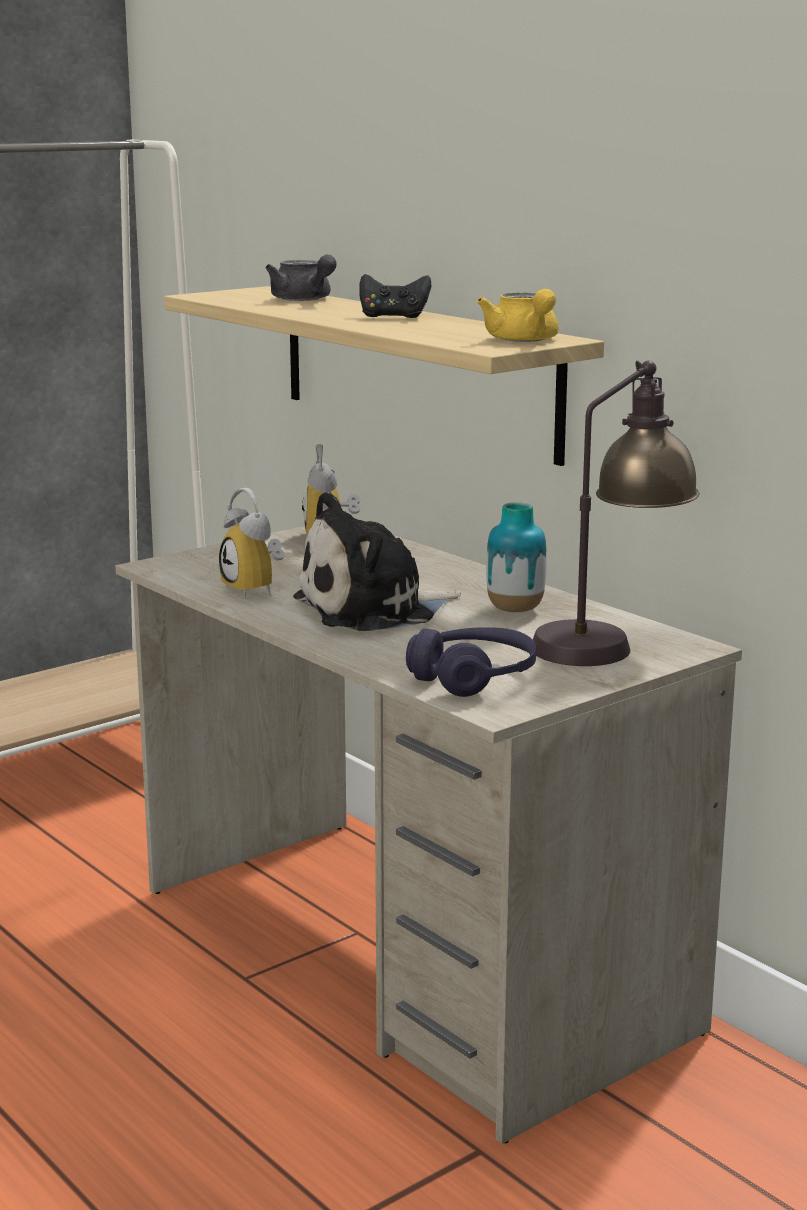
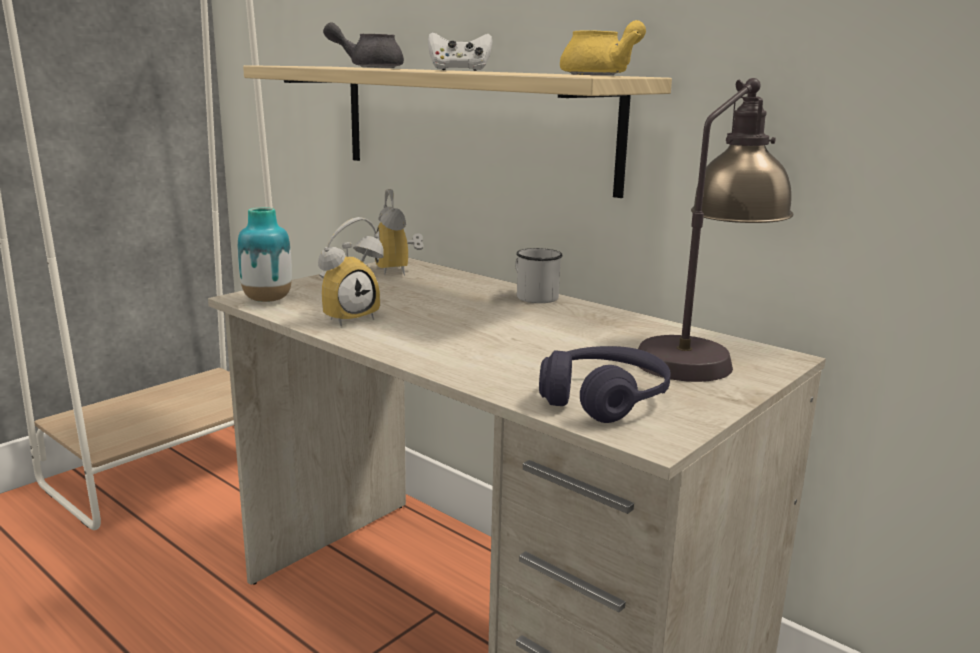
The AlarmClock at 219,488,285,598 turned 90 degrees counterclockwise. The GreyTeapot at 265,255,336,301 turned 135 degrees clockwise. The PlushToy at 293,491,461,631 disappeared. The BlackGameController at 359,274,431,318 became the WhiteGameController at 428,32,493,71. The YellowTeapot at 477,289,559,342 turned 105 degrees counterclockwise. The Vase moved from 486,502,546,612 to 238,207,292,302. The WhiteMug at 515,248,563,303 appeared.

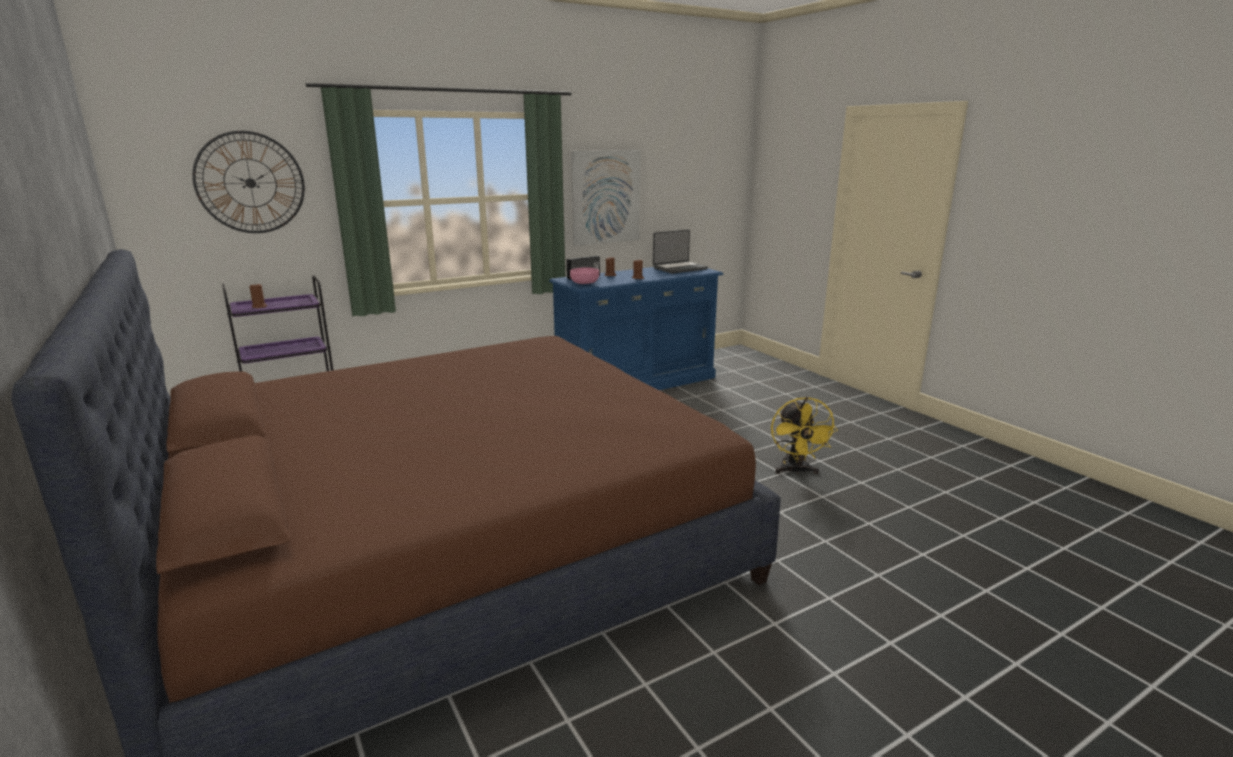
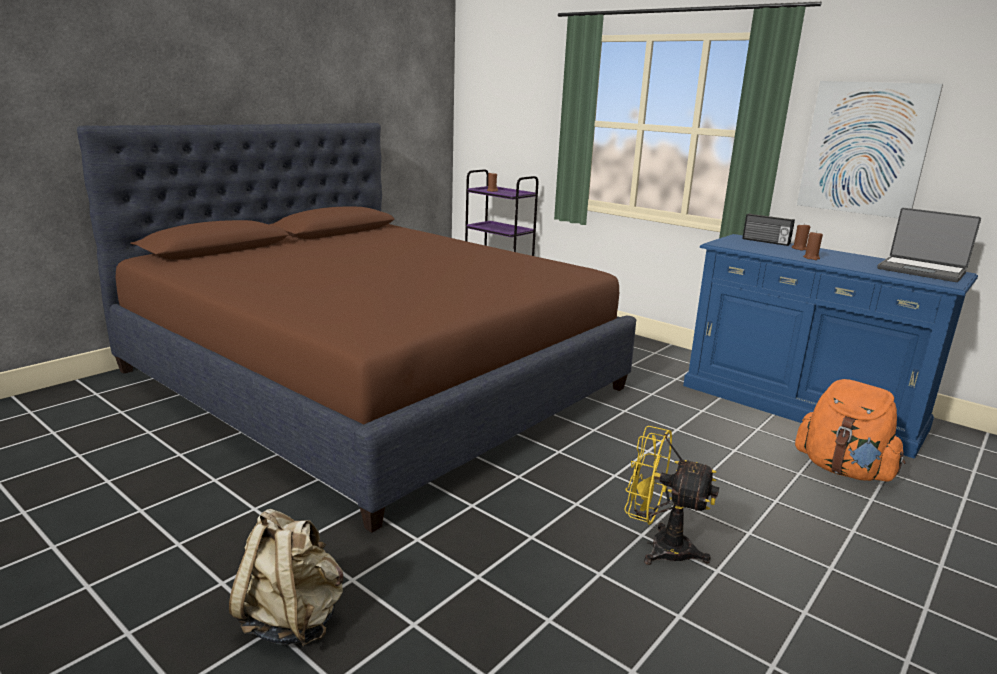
The WallClock at 192,131,305,233 disappeared. The PinkBowl at 570,267,599,284 disappeared. The YellowFan at 771,397,838,475 turned 45 degrees clockwise. The BeigeBackpack at 229,509,343,647 appeared. The OrangeBackpack at 795,379,906,482 appeared.

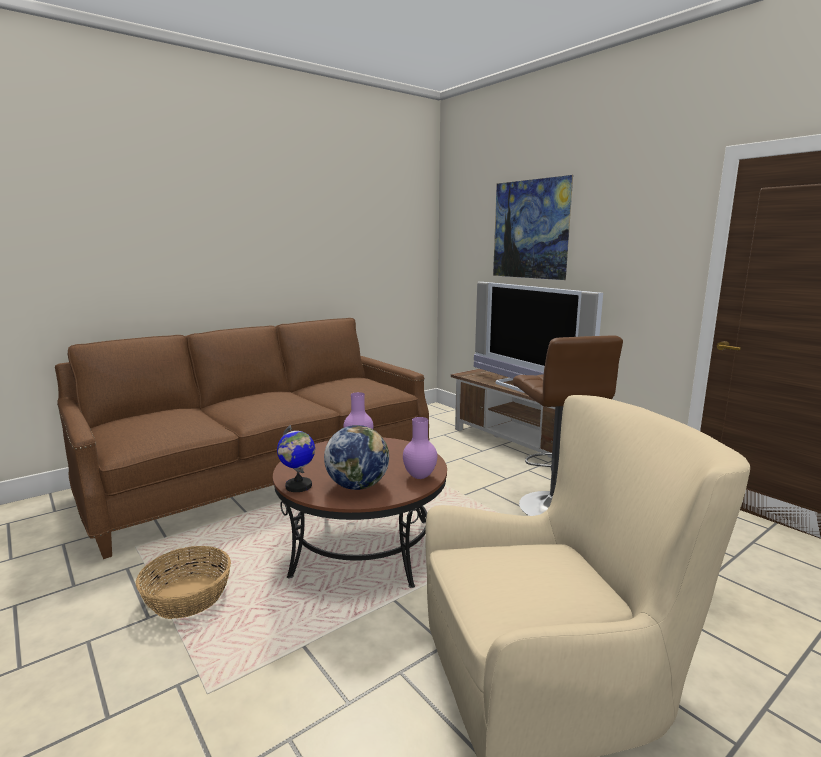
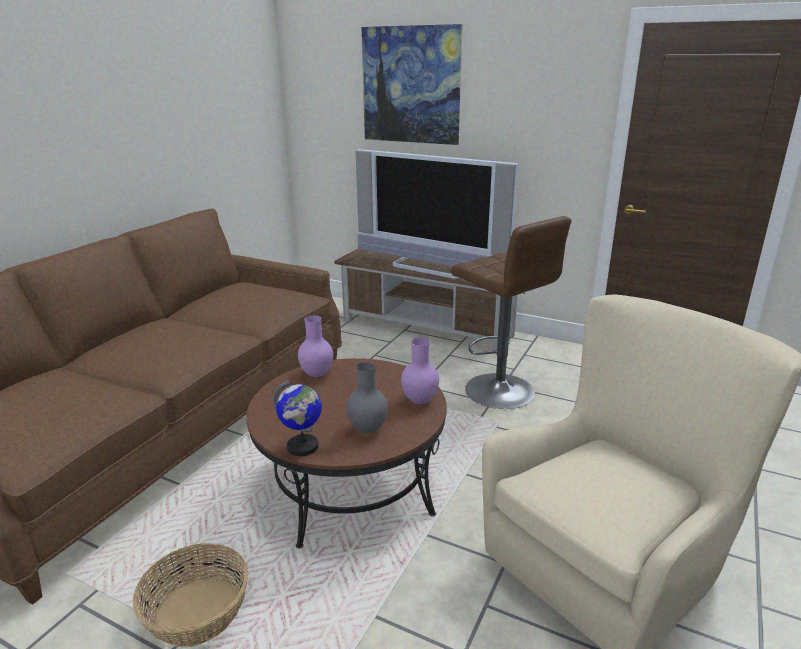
The Globe at 324,425,389,490 was replaced by the GreyVase at 346,362,388,433.

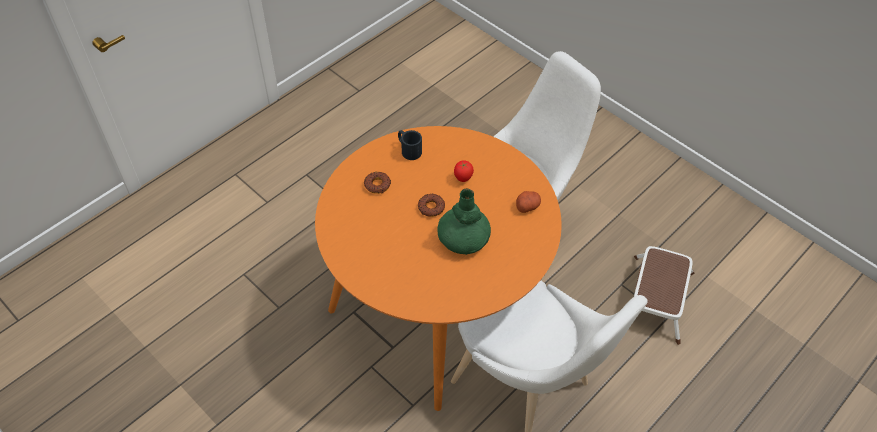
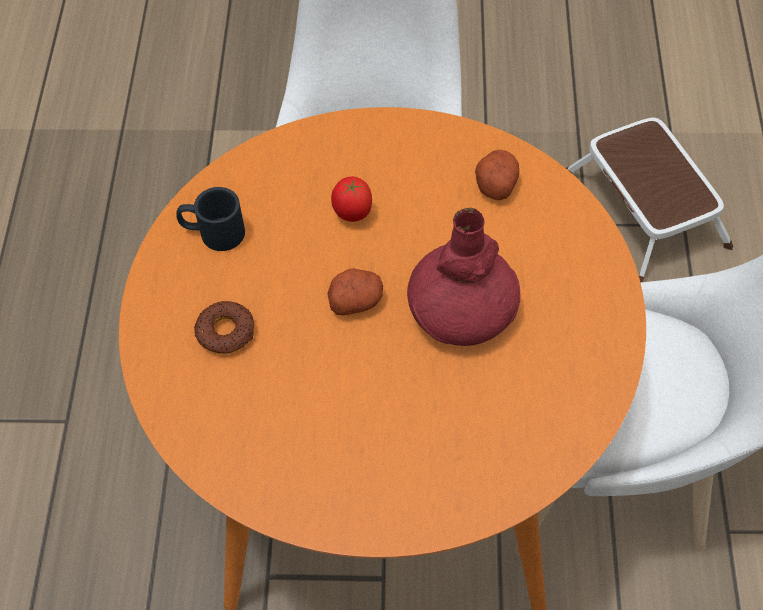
The Donut at 418,194,445,217 was replaced by the Potato at 327,268,383,316. The GreenVase at 437,189,491,255 became the RedVase at 407,208,520,346.

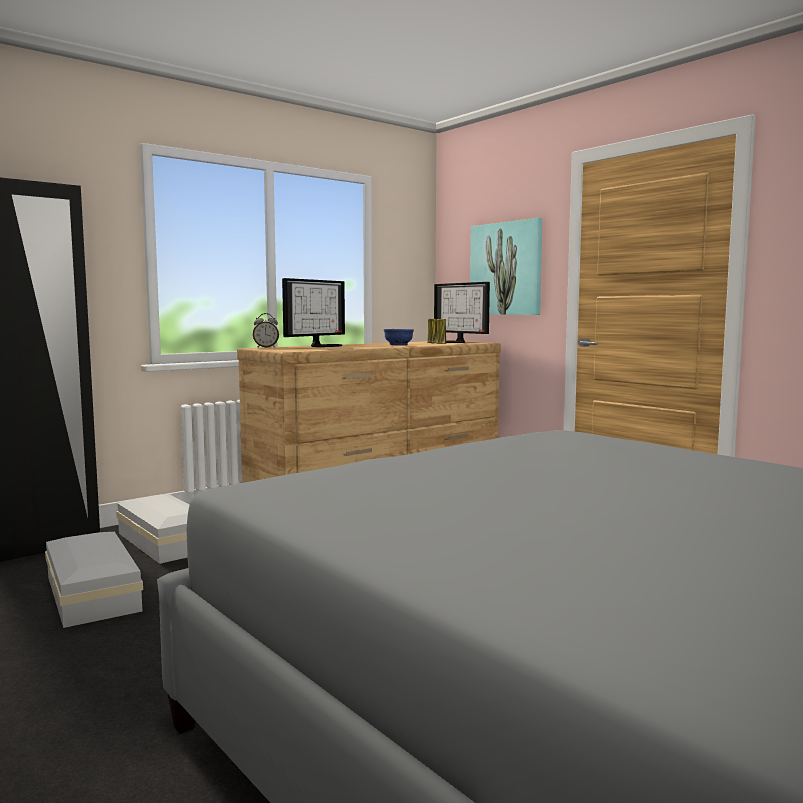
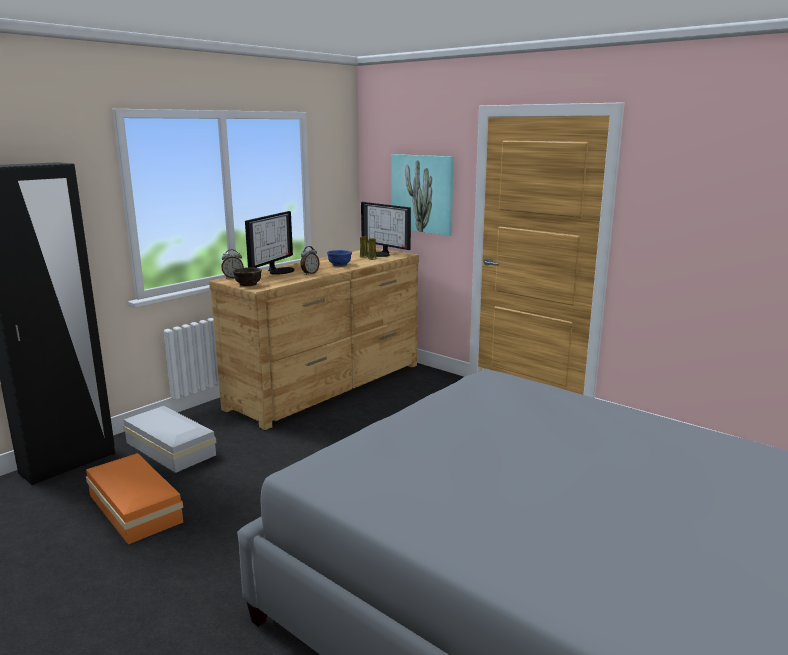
The WhiteStorageBox at 45,532,143,628 became the OrangeStorageBox at 86,453,183,544. The BrownBowl at 233,267,262,286 appeared. The AlarmClock at 301,246,319,275 appeared.

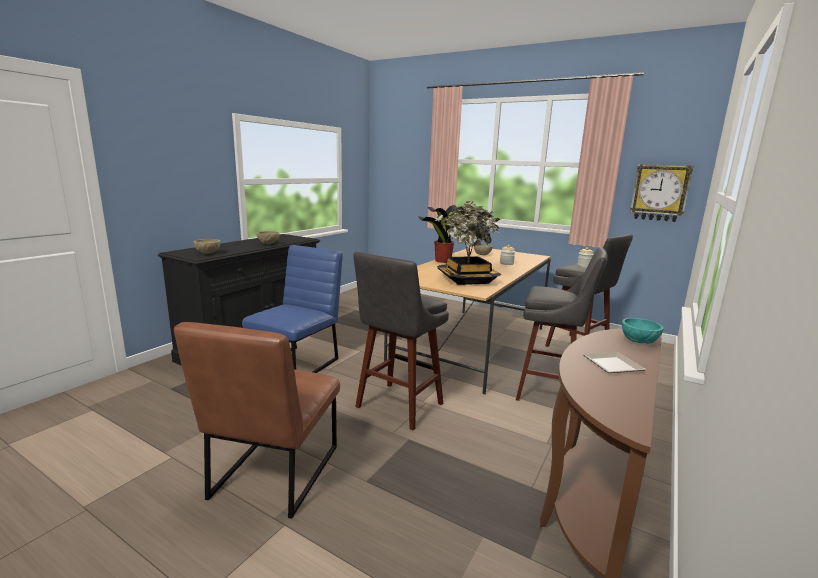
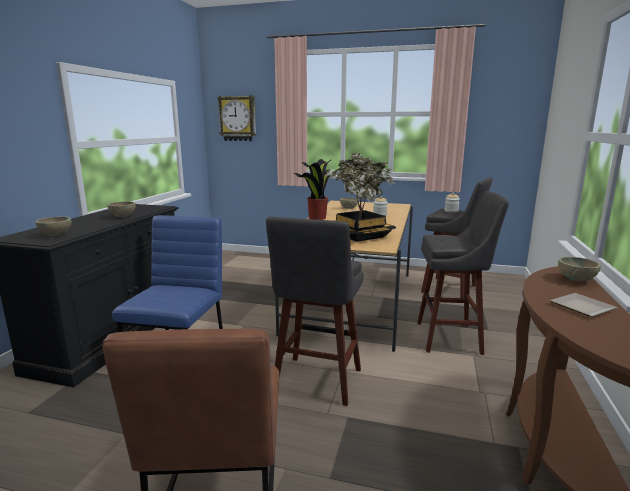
The TurquoiseBowl at 622,318,664,344 became the BeigeBowl at 558,257,601,281. The WallClock moved from 630,164,693,222 to 217,95,256,141.

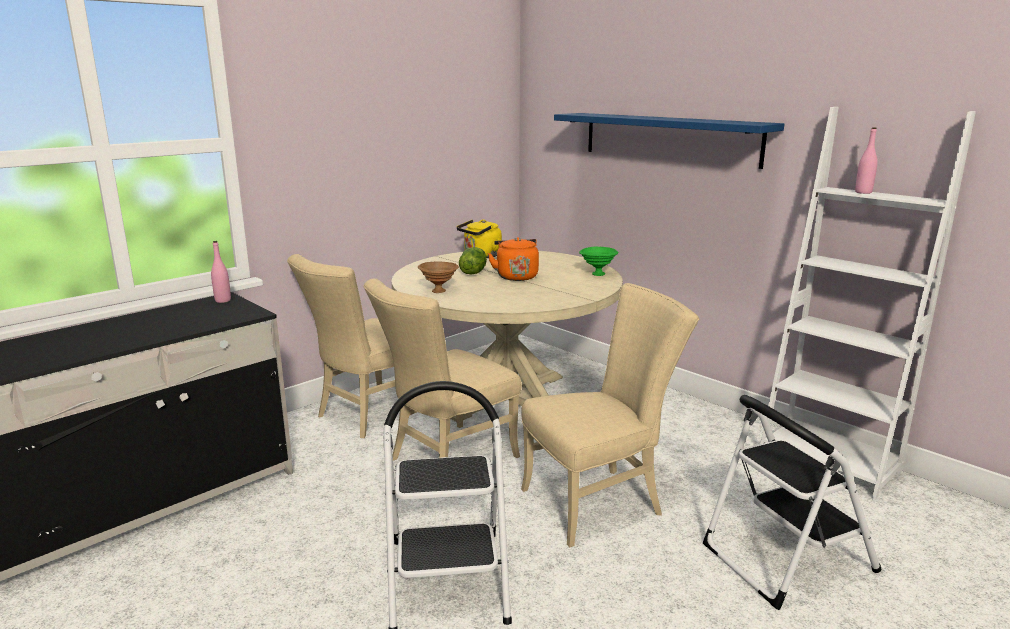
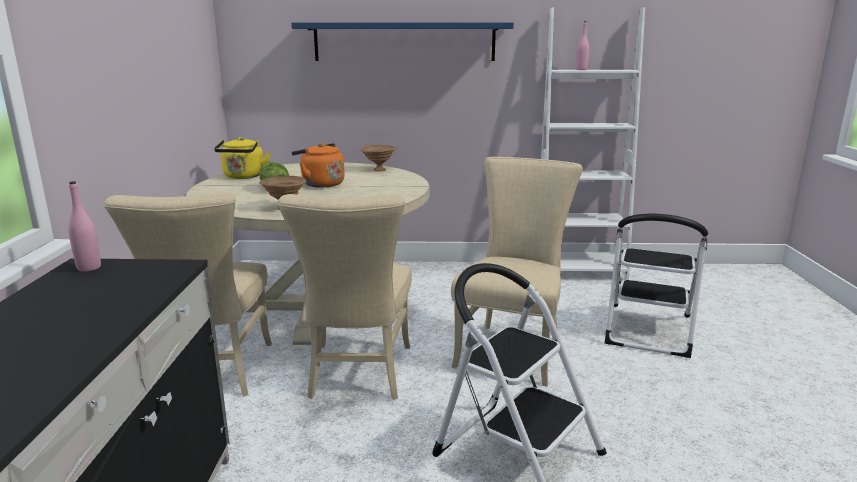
The GreenBowl at 579,247,618,276 became the BrownBowl at 361,145,396,171.

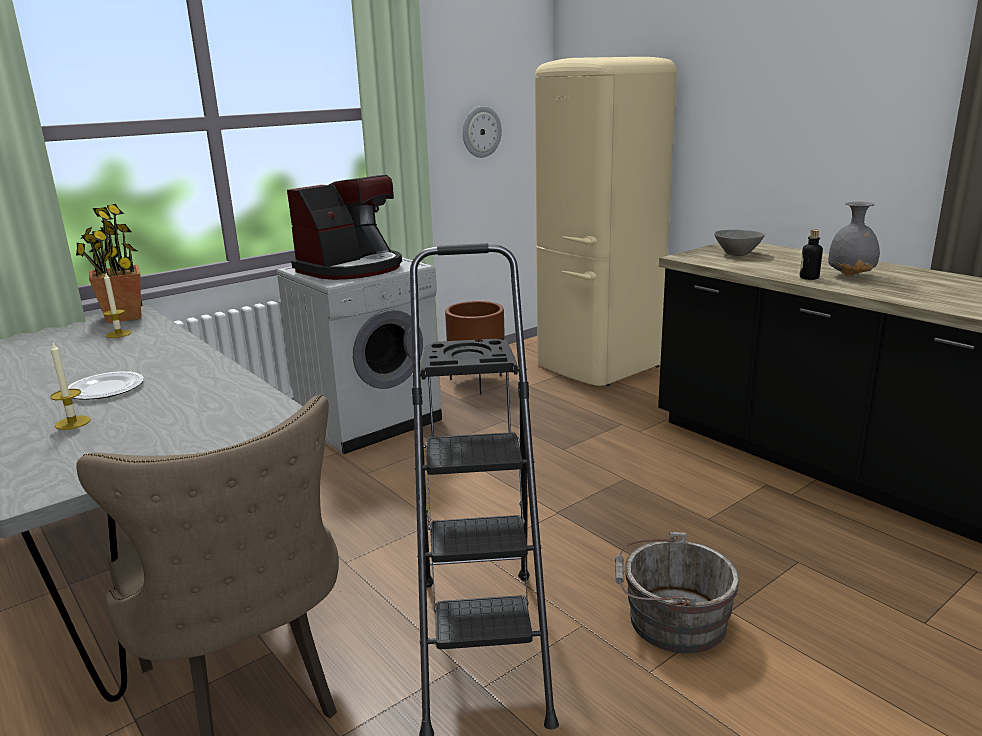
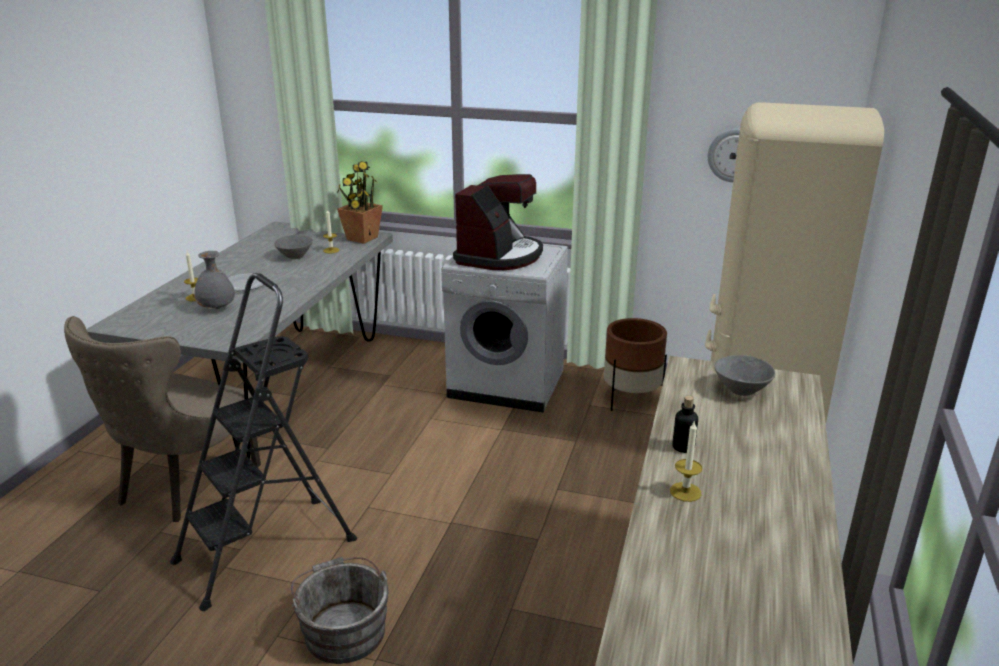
The CoffeeMachine at 287,175,402,280 turned 75 degrees counterclockwise. The GreyVase moved from 828,202,880,276 to 194,251,235,309. The GreyBowl at 274,235,313,259 appeared. The Candle at 670,422,702,502 appeared.

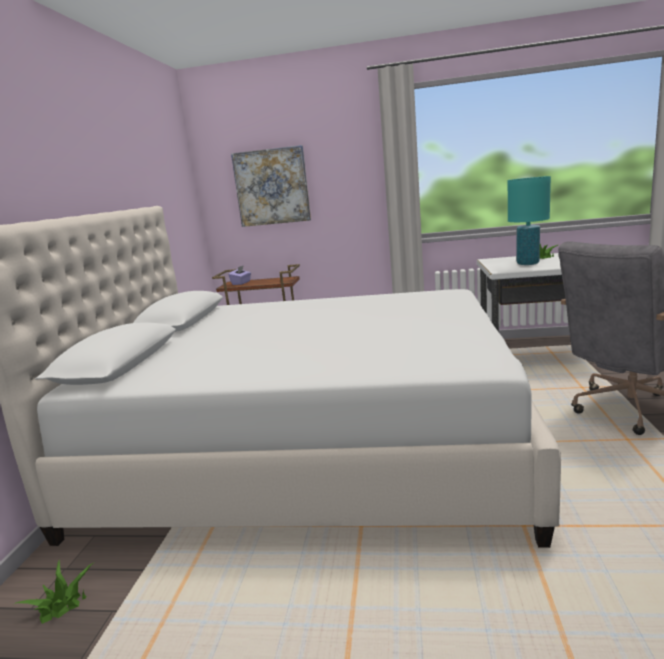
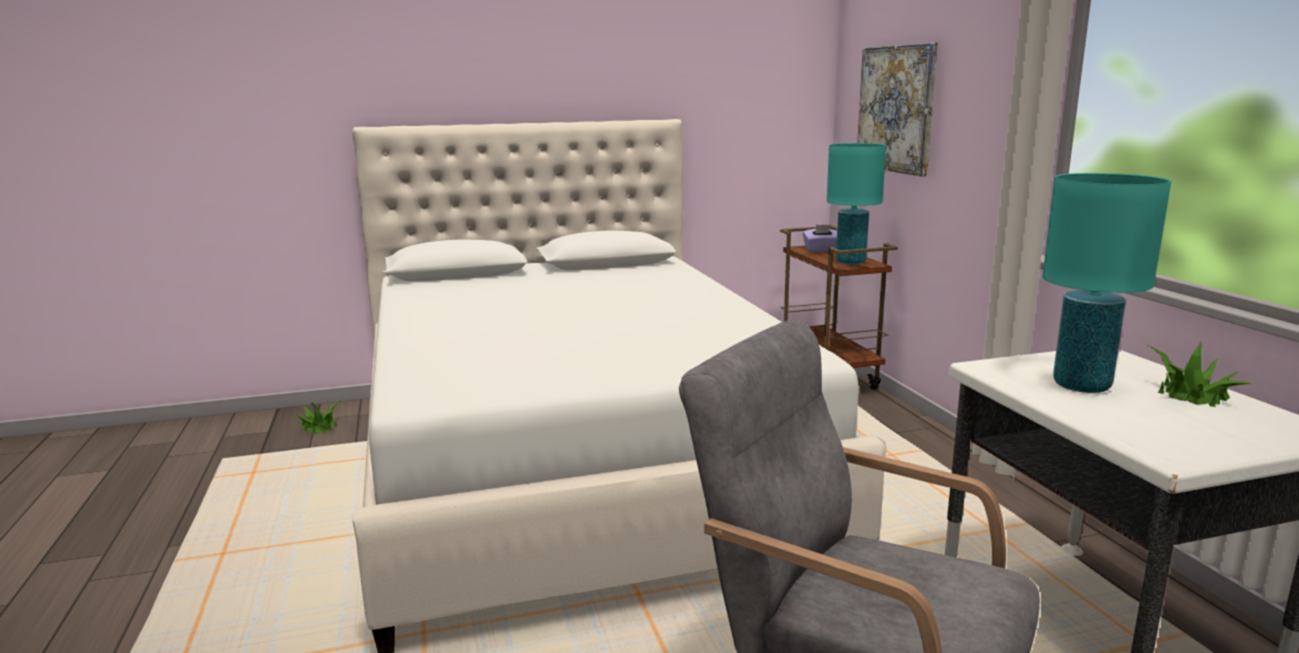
The TurquoiseTableLamp at 827,143,886,265 appeared.

